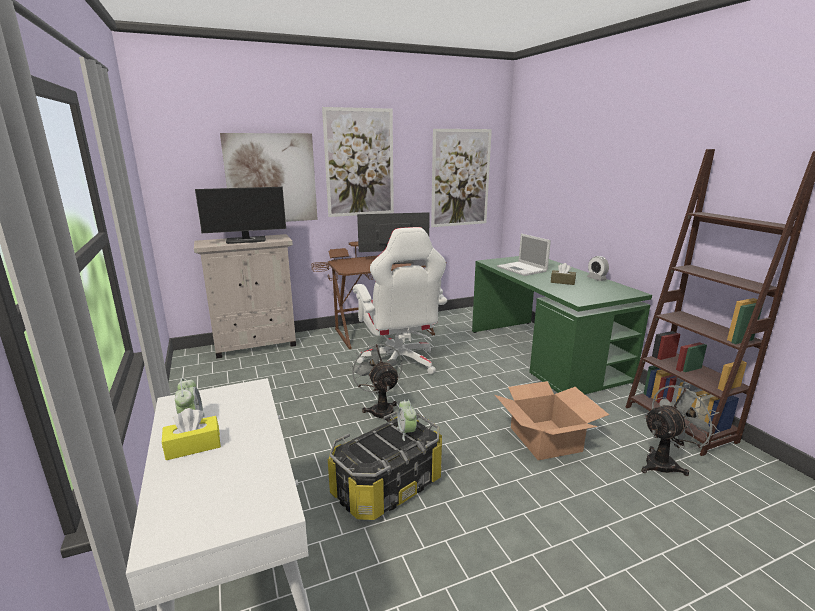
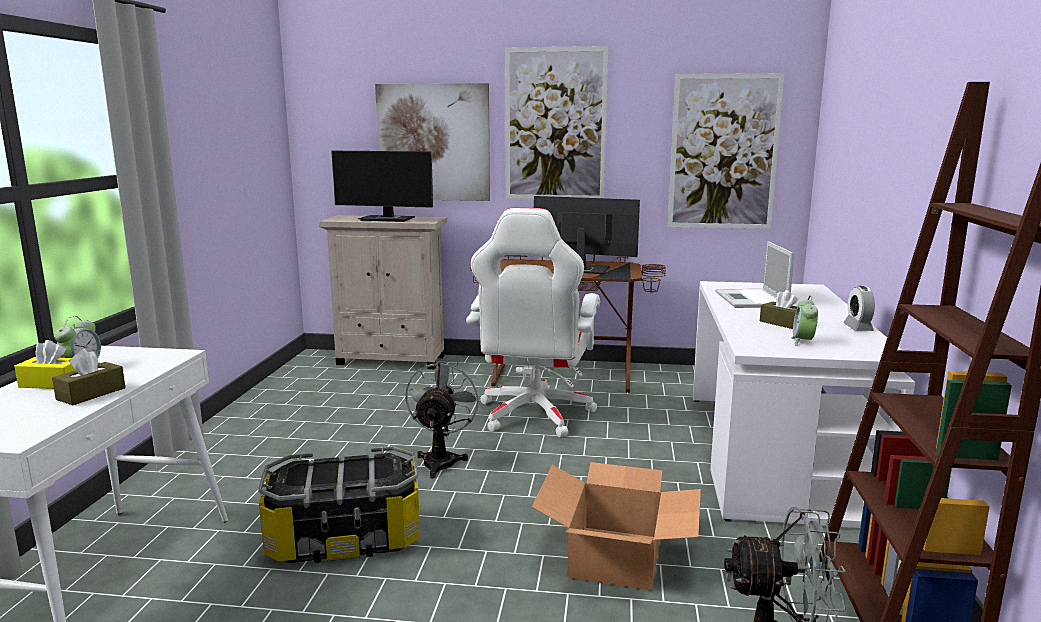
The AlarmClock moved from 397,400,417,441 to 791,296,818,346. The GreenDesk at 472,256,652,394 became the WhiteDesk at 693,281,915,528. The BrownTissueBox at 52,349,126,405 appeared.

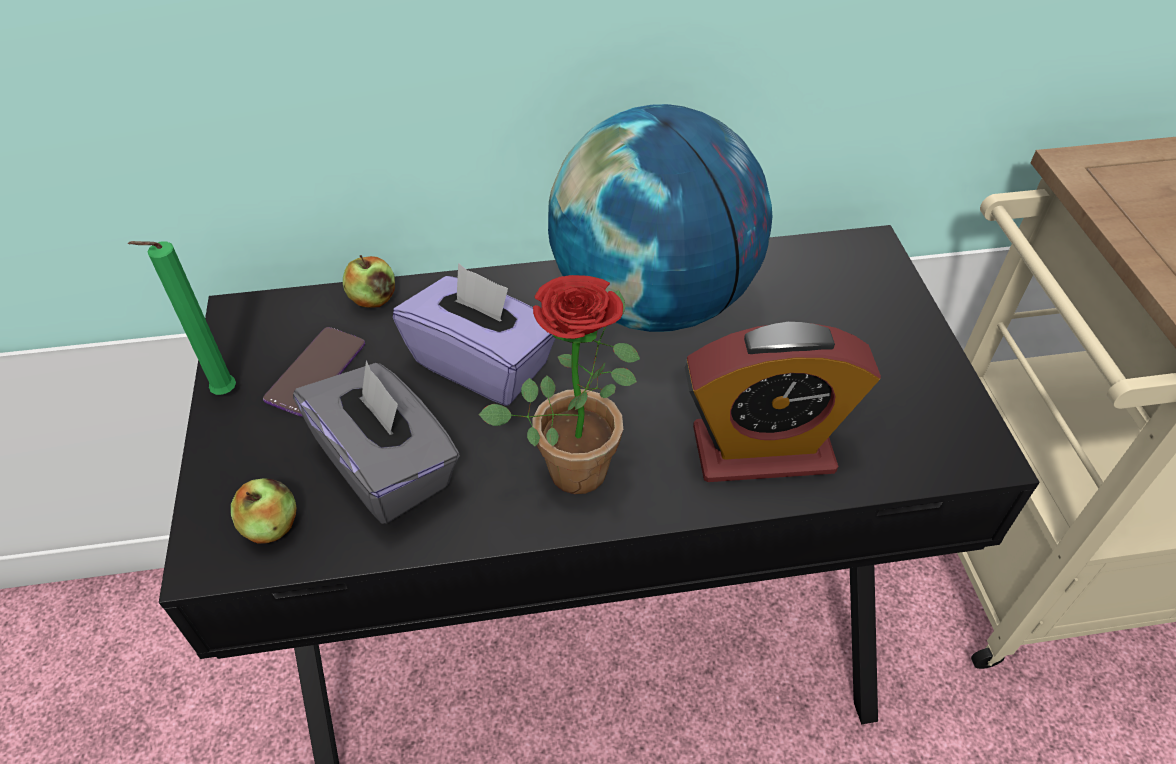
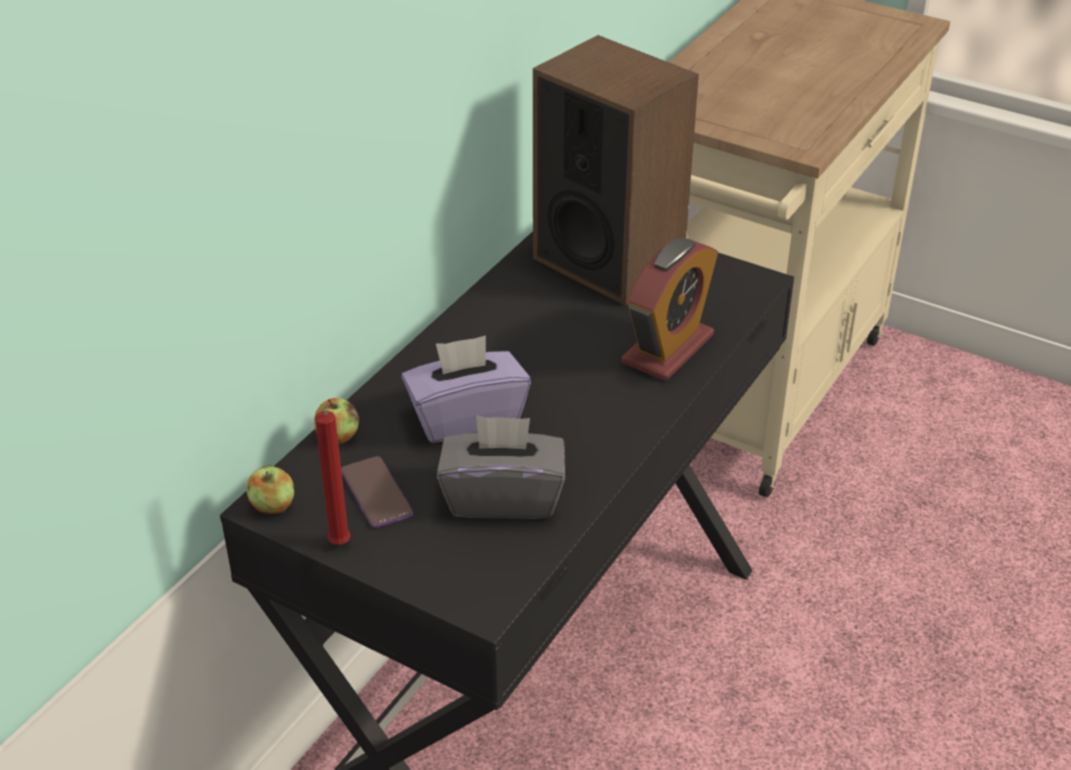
The GreenCandle at 128,241,236,395 became the RedCandle at 315,410,351,545. The Apple moved from 231,478,297,544 to 246,465,294,514. The PottedPlant at 479,275,640,494 disappeared. The Globe at 548,104,772,332 disappeared. The Speaker at 533,35,699,306 appeared.

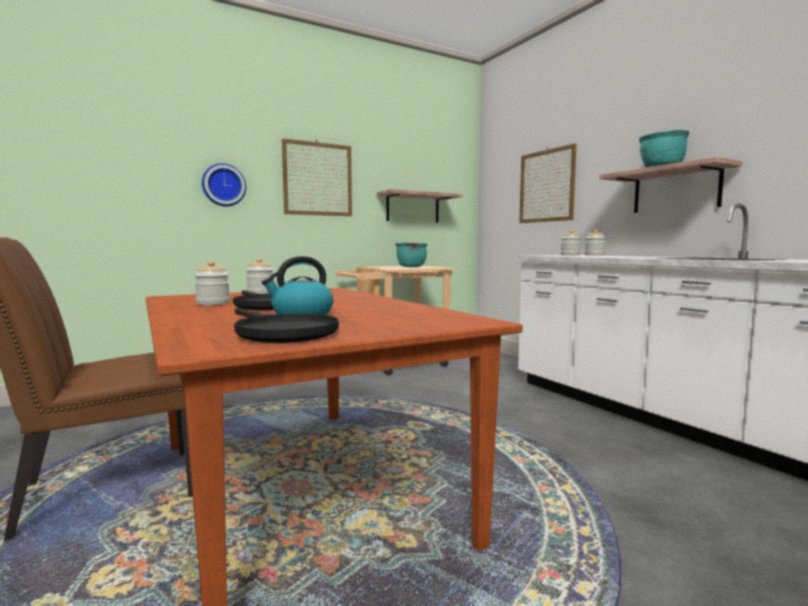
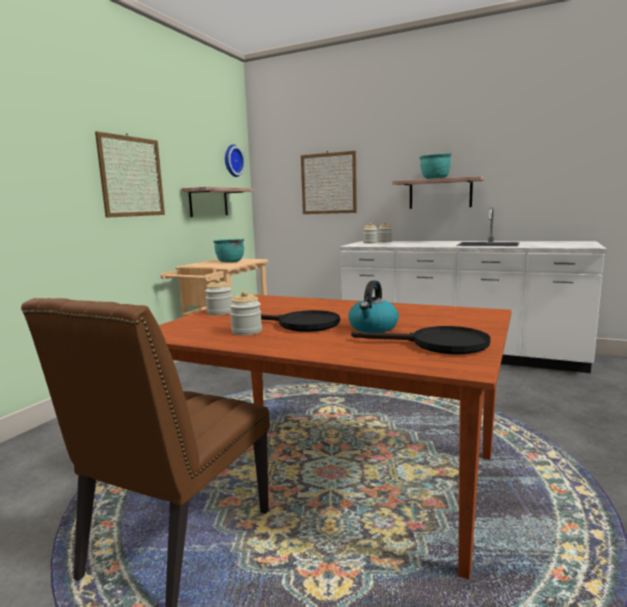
The WallClock moved from 202,163,246,206 to 225,144,245,177.

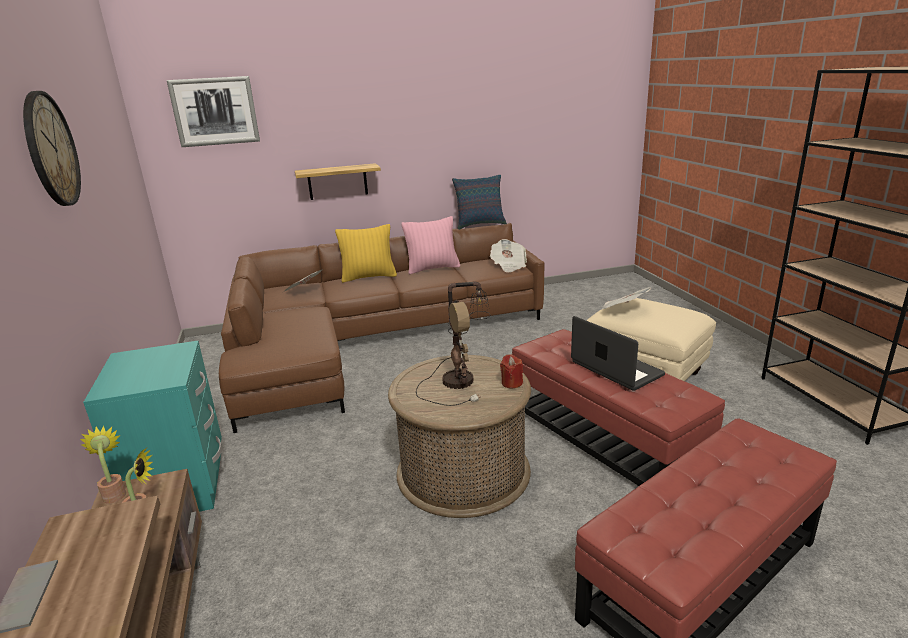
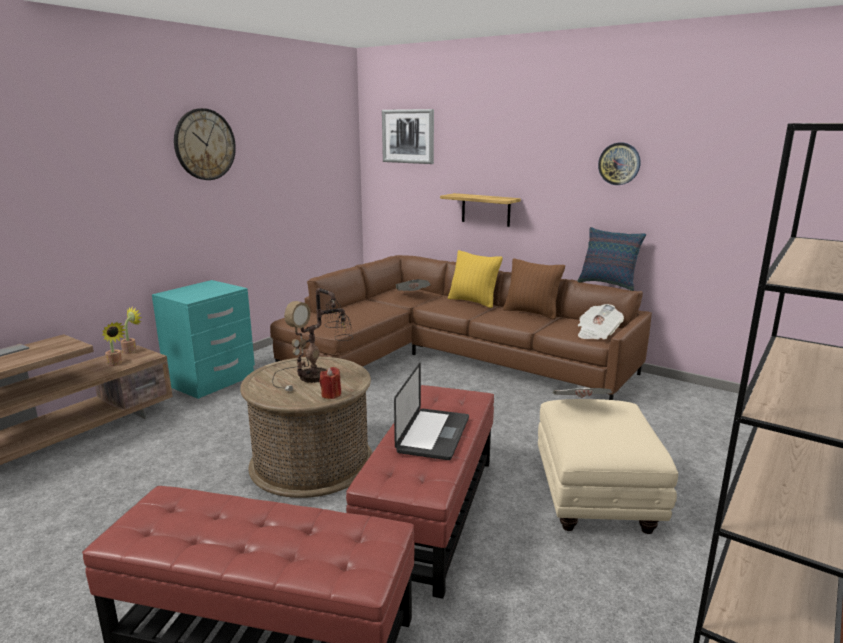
The PinkPillow at 401,216,460,274 became the BrownPillow at 503,258,565,319. The WallClock at 598,142,641,185 appeared.

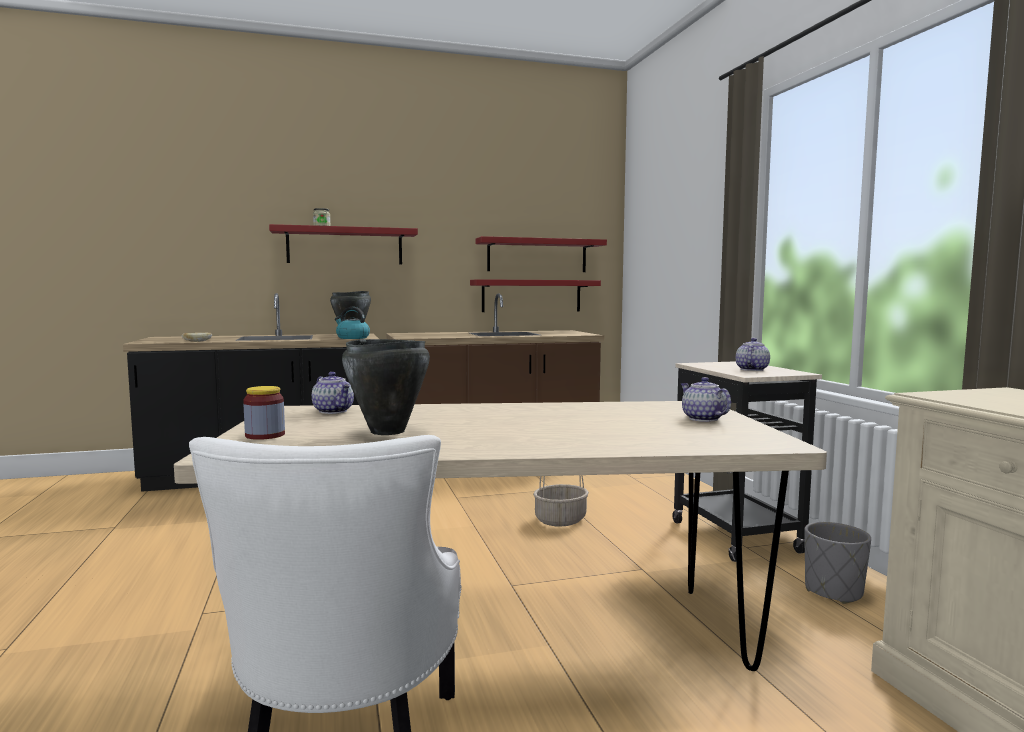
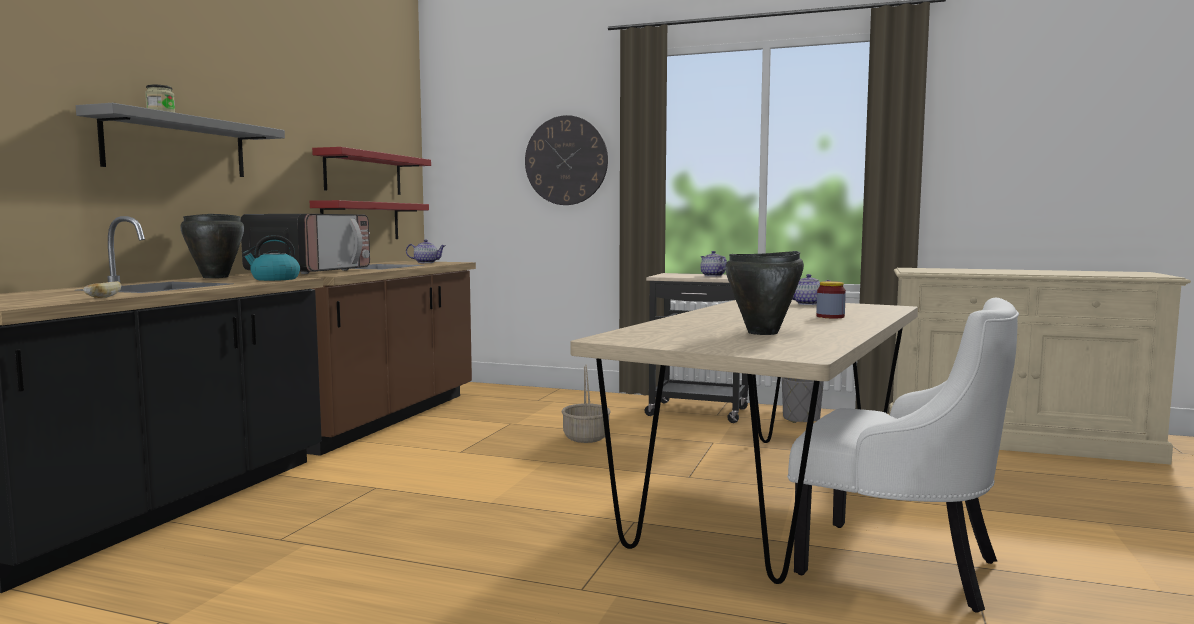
The Jar moved from 243,386,285,440 to 816,281,846,318. The RedShelf at 269,224,418,264 became the GreyShelf at 76,103,285,177. The Teapot moved from 312,372,354,414 to 406,239,446,263. The Microwave at 240,214,370,274 appeared. The WallClock at 525,115,608,205 appeared.

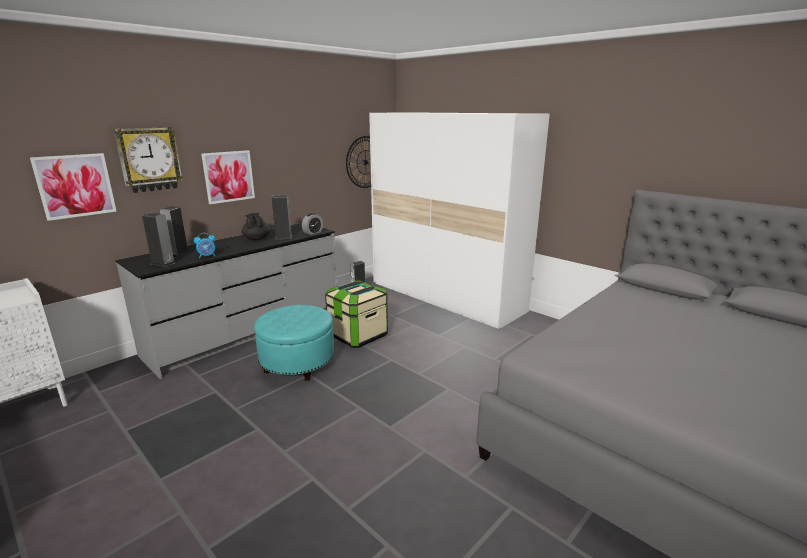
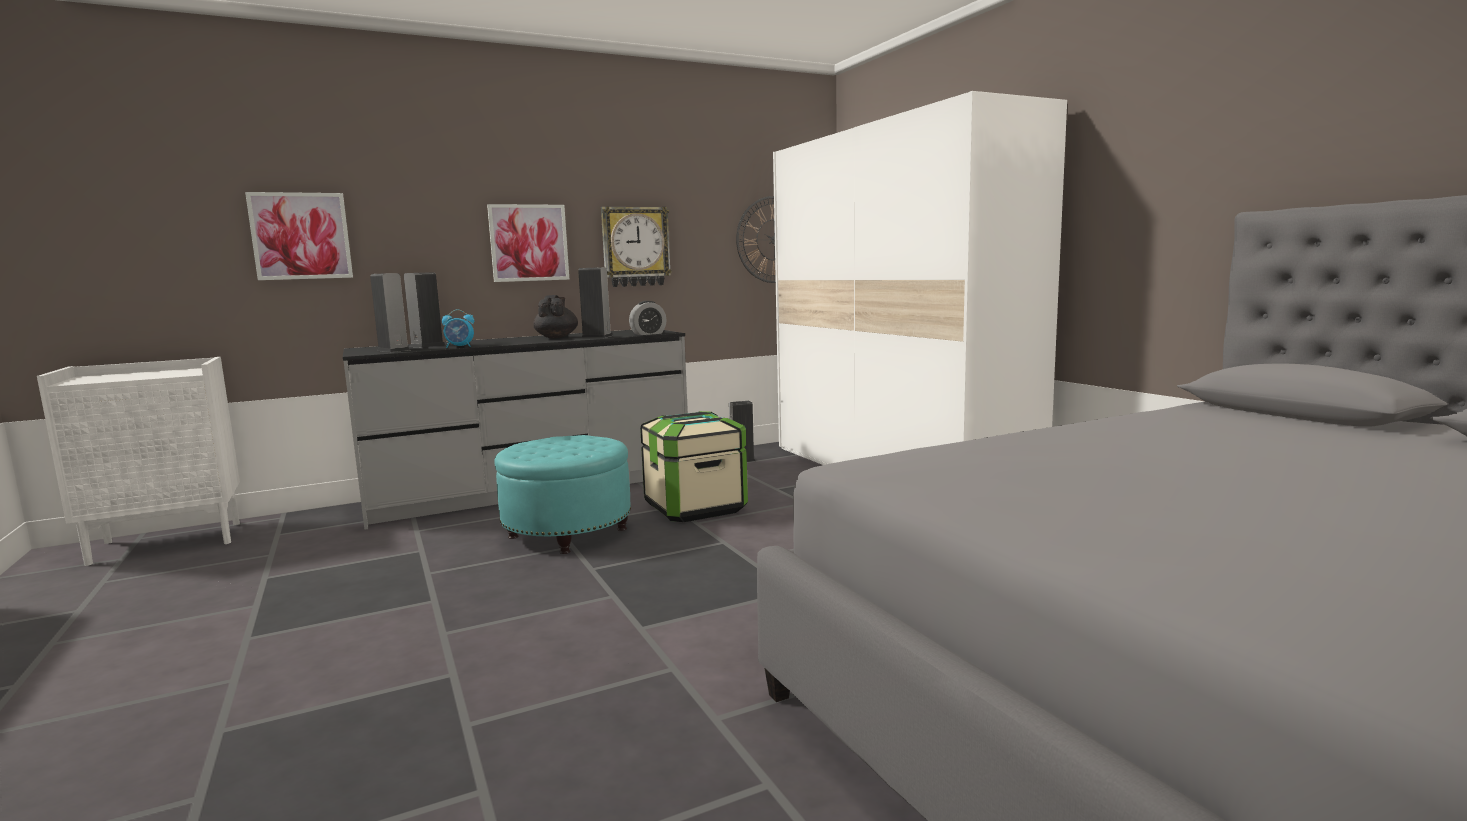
The WallClock moved from 114,127,183,193 to 601,206,672,287.

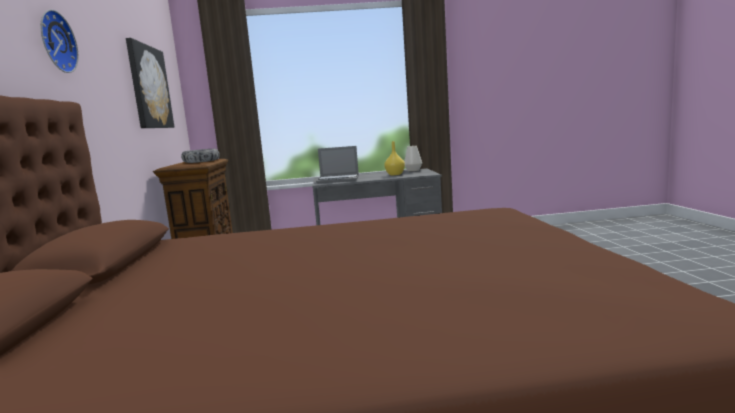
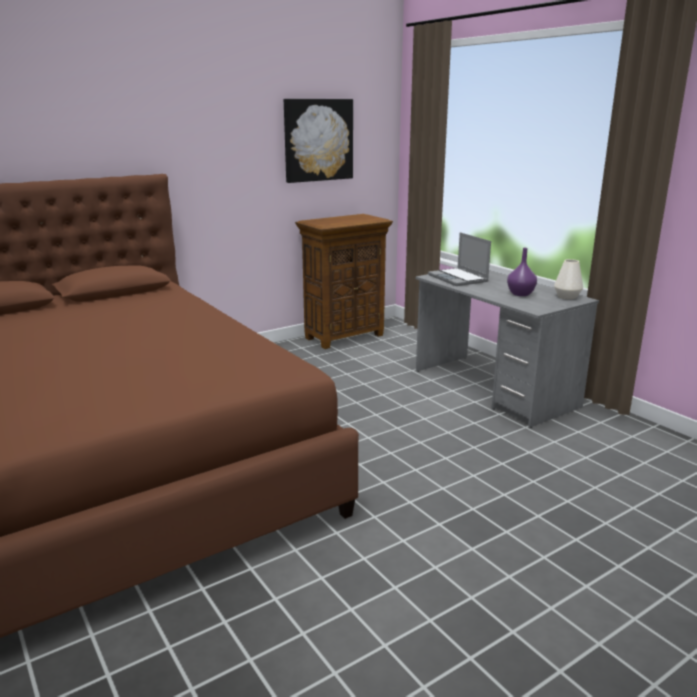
The WallClock at 40,9,79,73 disappeared. The Bowl at 181,149,220,163 disappeared. The YellowVase at 384,141,405,175 became the PurpleVase at 507,248,537,296.

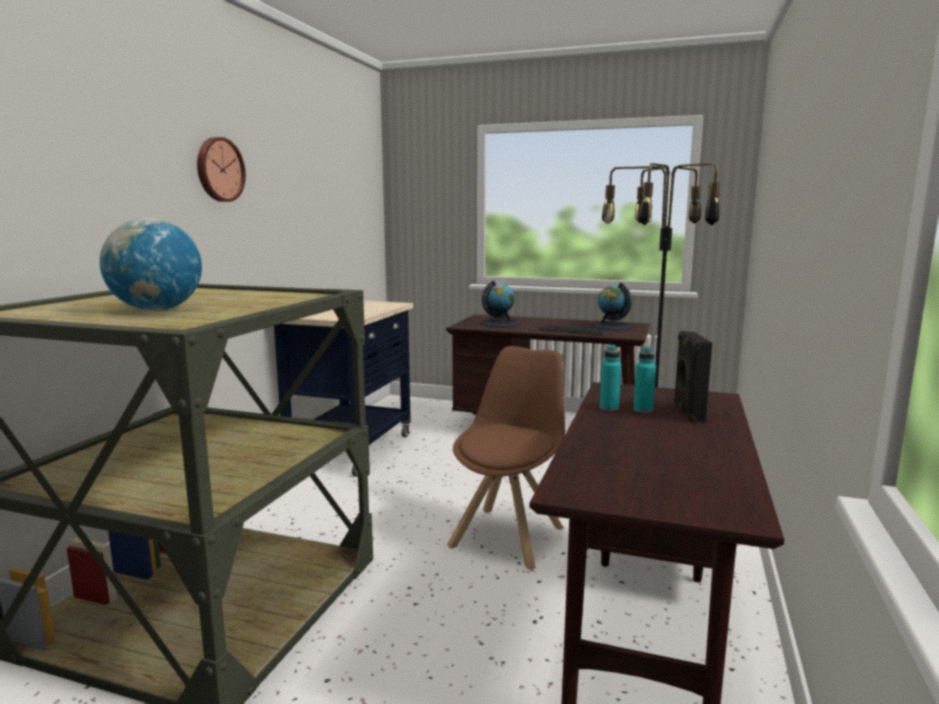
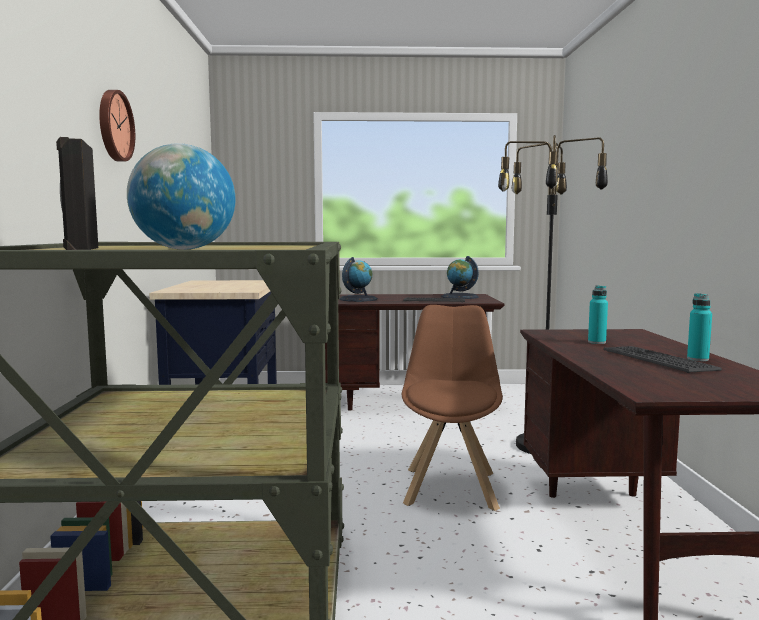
The TurquoiseBottle moved from 600,344,621,411 to 687,293,712,361. The BlackSpeaker moved from 673,331,712,423 to 56,137,98,250. The Keyboard at 603,346,722,373 appeared.

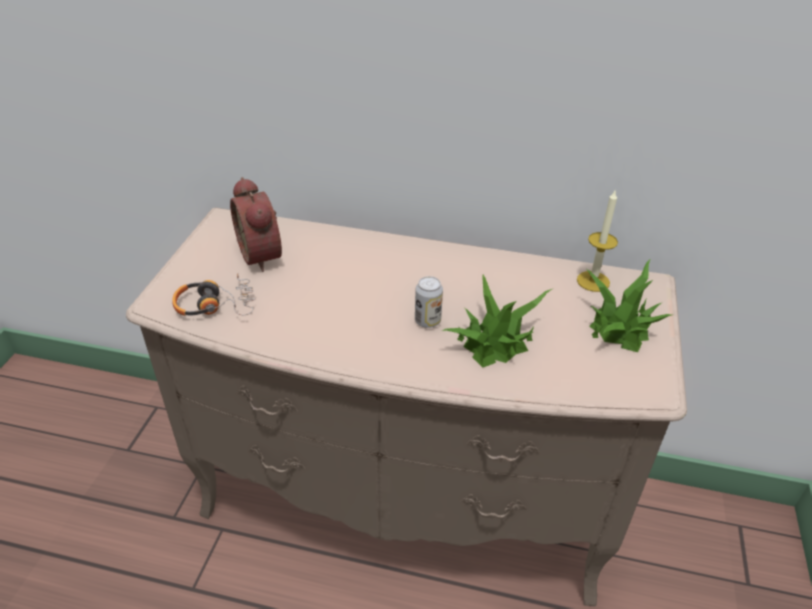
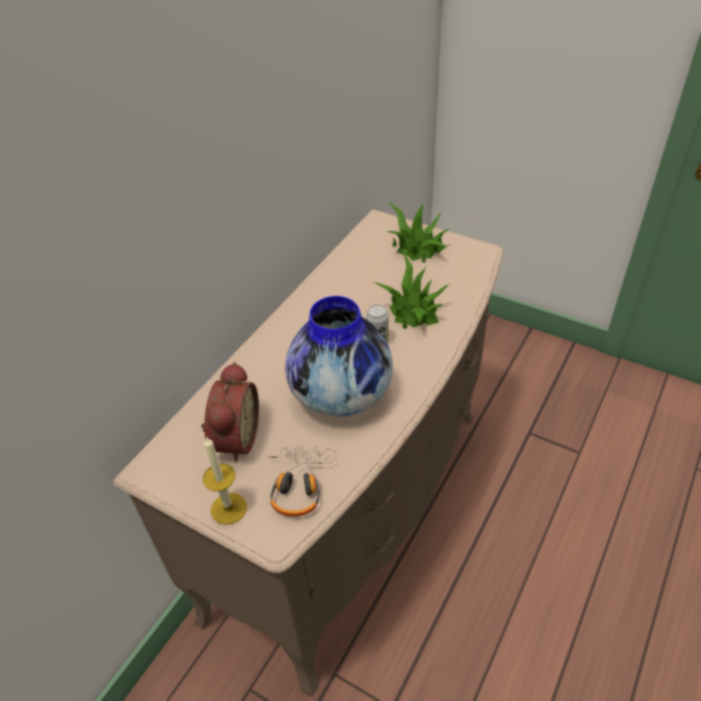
The AlarmClock at 230,177,282,272 turned 75 degrees counterclockwise. The Candle moved from 577,189,618,292 to 203,436,247,525. The Vase at 285,296,393,416 appeared.

